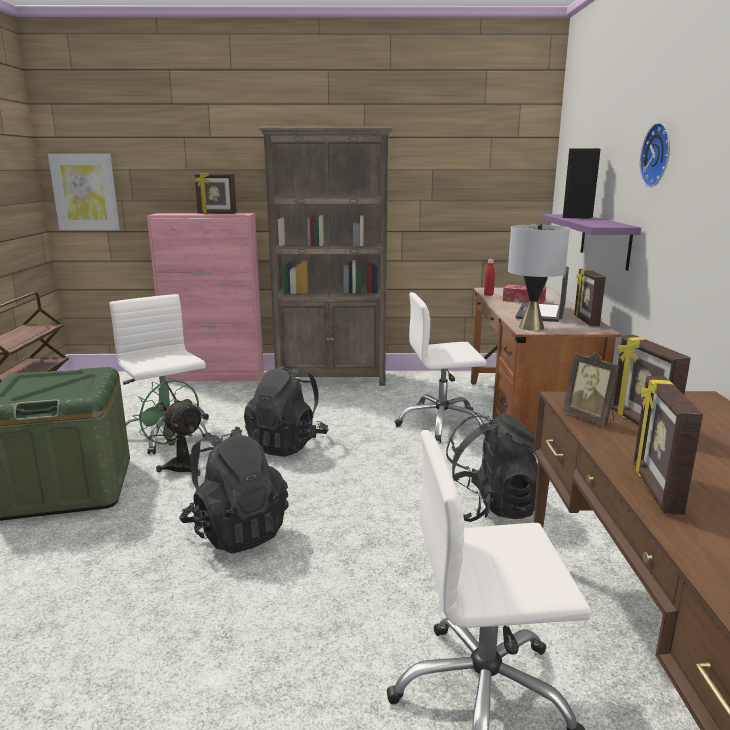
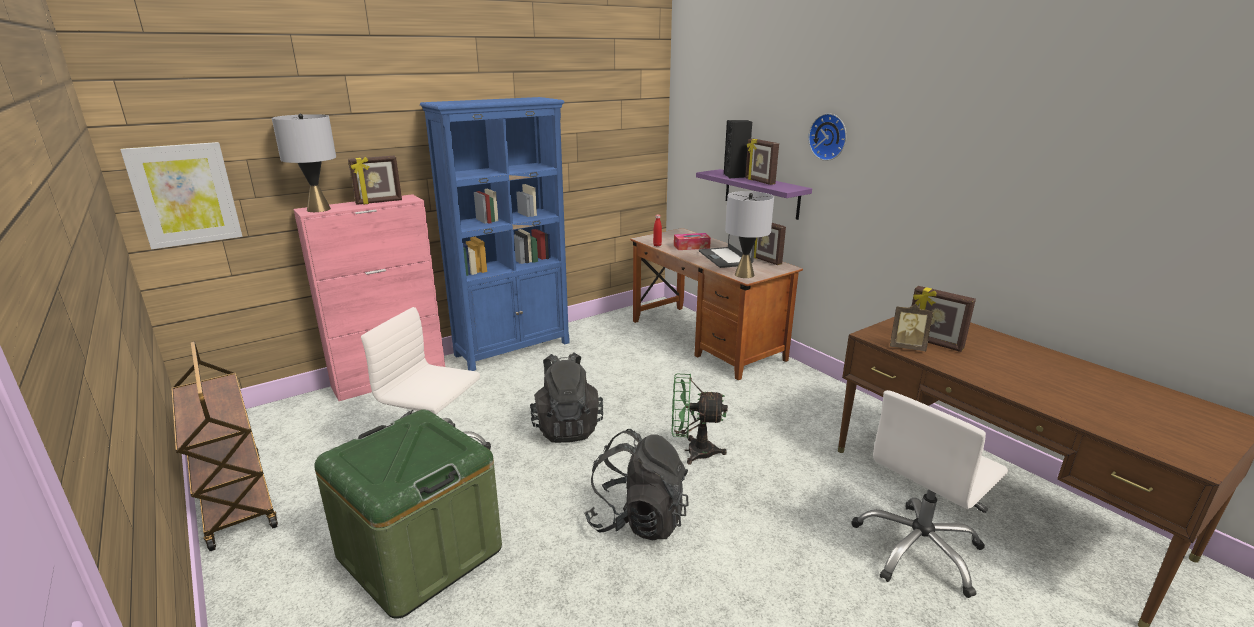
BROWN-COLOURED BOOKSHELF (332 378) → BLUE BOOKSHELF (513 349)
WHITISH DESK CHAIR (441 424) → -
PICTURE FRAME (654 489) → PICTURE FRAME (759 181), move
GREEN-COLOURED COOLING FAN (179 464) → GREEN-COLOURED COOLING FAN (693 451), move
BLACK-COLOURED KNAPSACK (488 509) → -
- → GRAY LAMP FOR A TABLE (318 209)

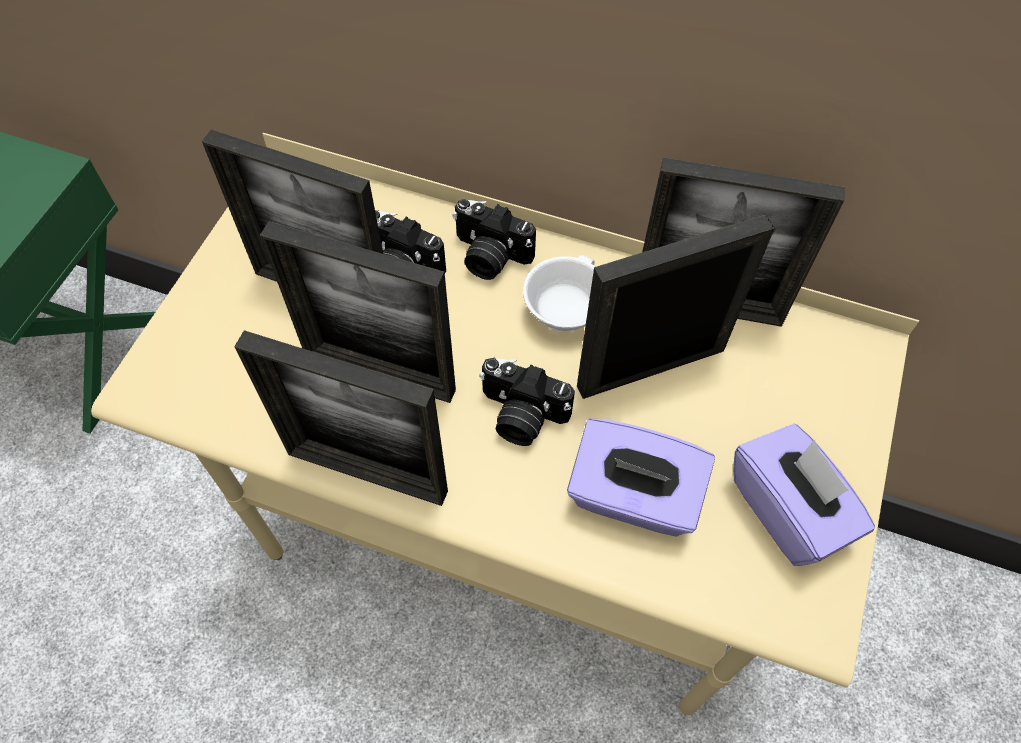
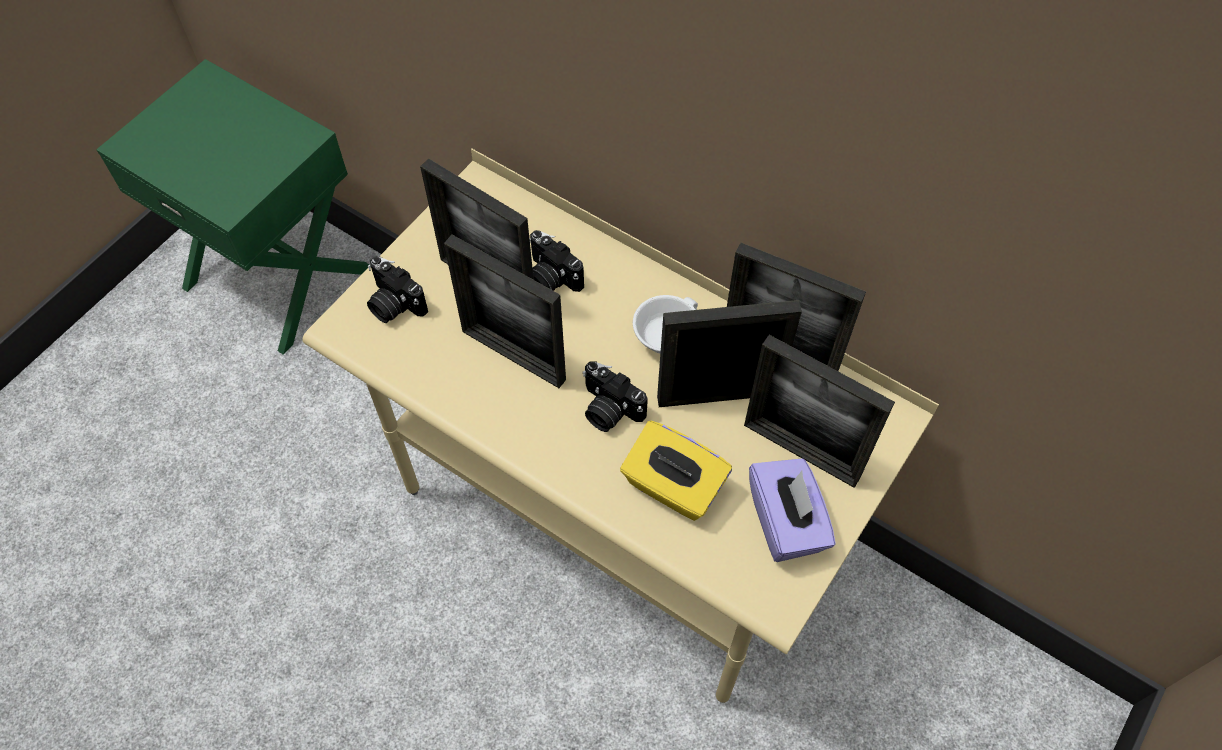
PHOTO CAMERA (489 257) → PHOTO CAMERA (393 304), move
PICTURE FRAME (367 472) → PICTURE FRAME (801 451), move
PURPLE-COLOURED TISSUE BOX (632 497) → YELLOWISH TISSUE BOX (673 486)

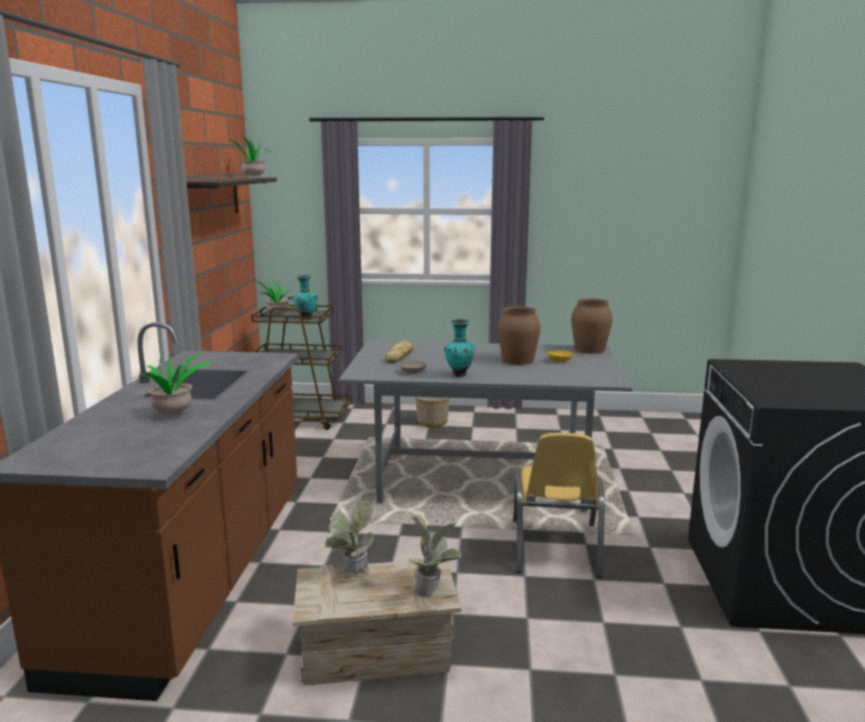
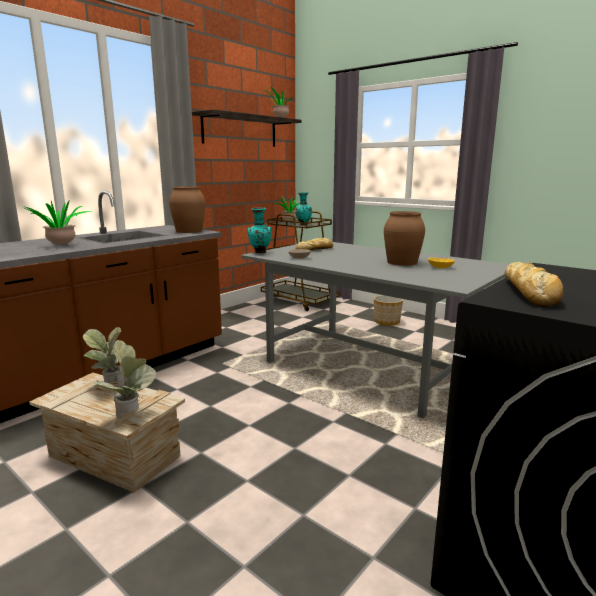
BROWN-COLOURED VASE (589 349) → BROWN-COLOURED VASE (189 231), move
BLUE-GREEN VASE (459 375) → BLUE-GREEN VASE (259 253), move
YELLOWISH UPRIGHT CHAIR (555 548) → -
- → BREAD (530 293)

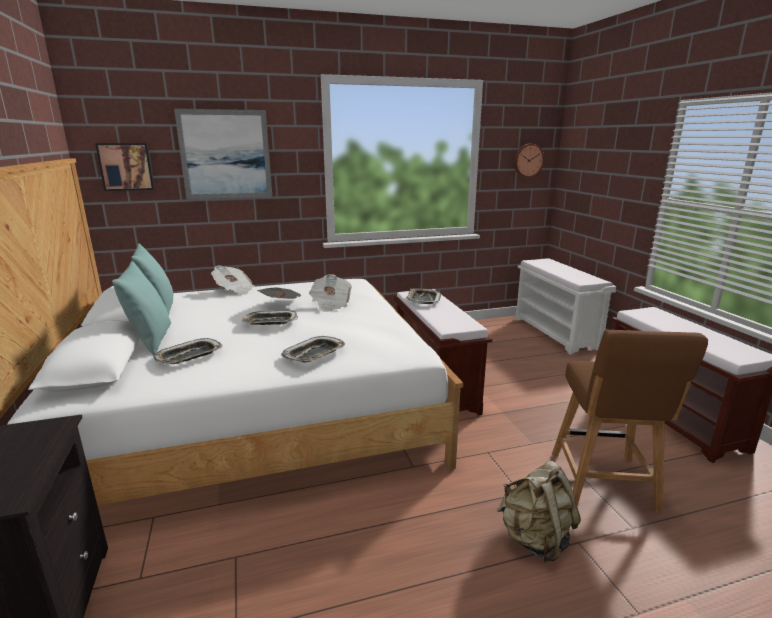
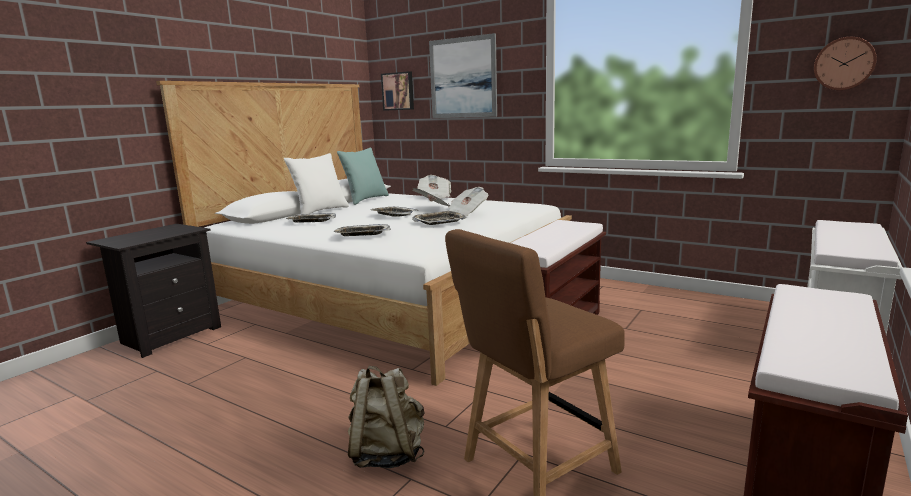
BLUE-GREEN THROW PILLOW (150 340) → WHITISH THROW PILLOW (320 211)
TRAY (423 299) → TRAY (439 221), move

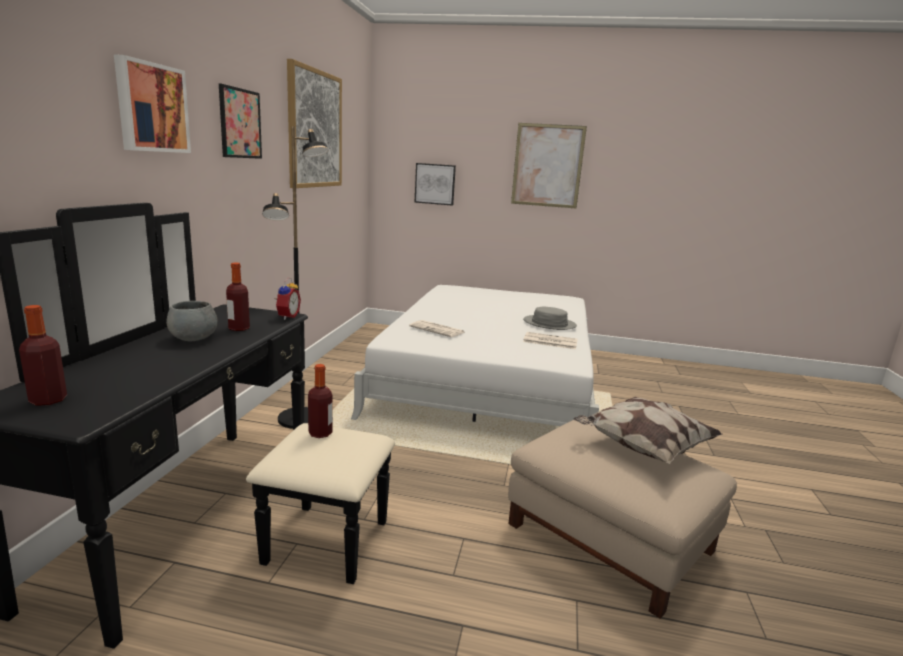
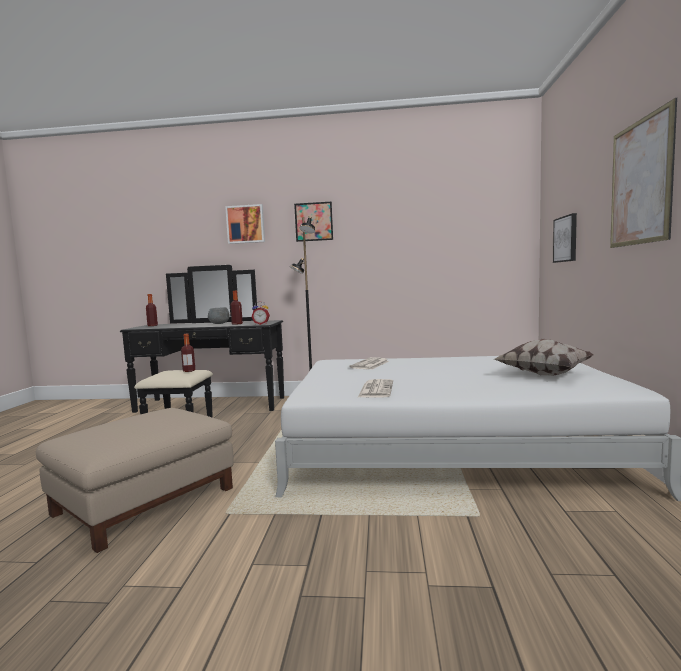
PICTURE (315 129) → -
GRAY HAT (549 324) → -
THROW PILLOW (642 448) → THROW PILLOW (543 374), move

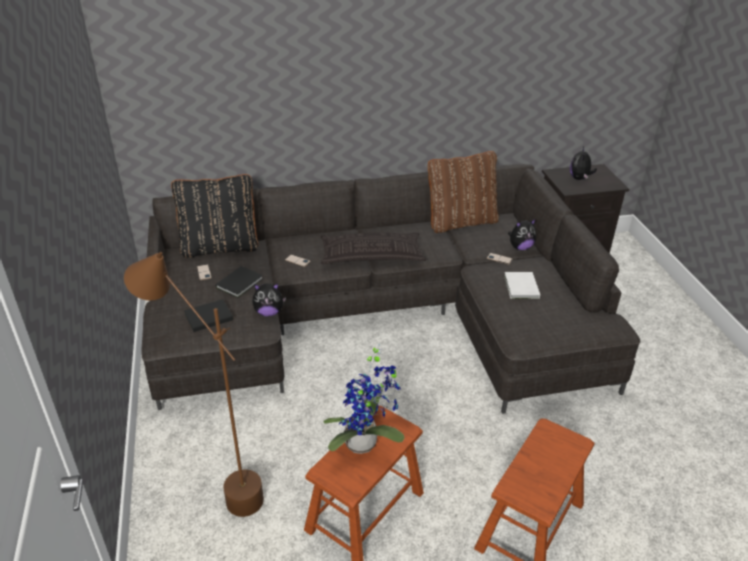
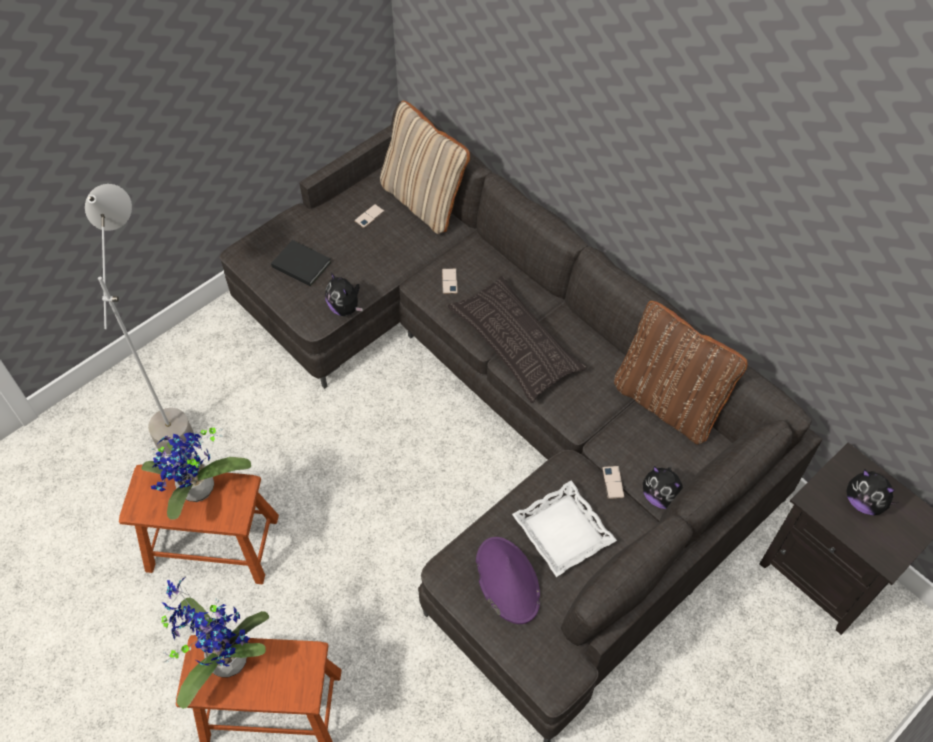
CUDDLY TOY (579 178) → CUDDLY TOY (863 502), 120 degrees counterclockwise
BLACK-COLOURED THROW PILLOW (220 247) → SAND-COLOURED THROW PILLOW (424 201)
BROWN-COLOURED STANDARD LAMP (218 489) → GRAY STANDARD LAMP (176 409)
BLACK-COLOURED BOUND BOOK (241 283) → -
WHITISH BOUND BOOK (521 287) → WHITISH TRAY (562 532)
- → PURPLE-COLOURED HAT (507 580)
- → PLANT IN A POT (223 658)

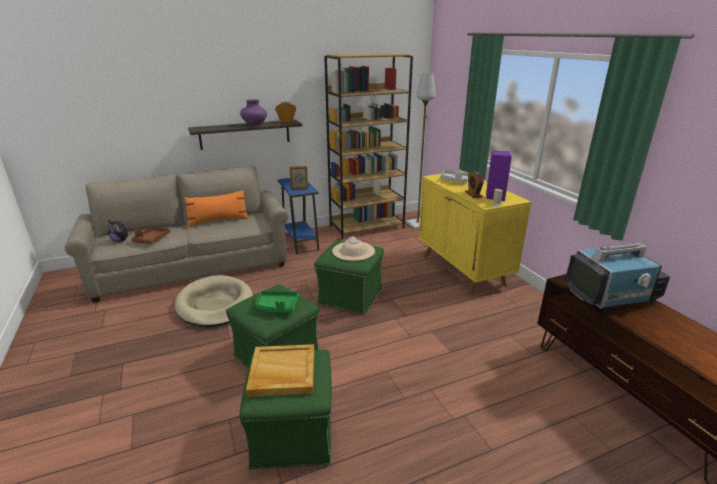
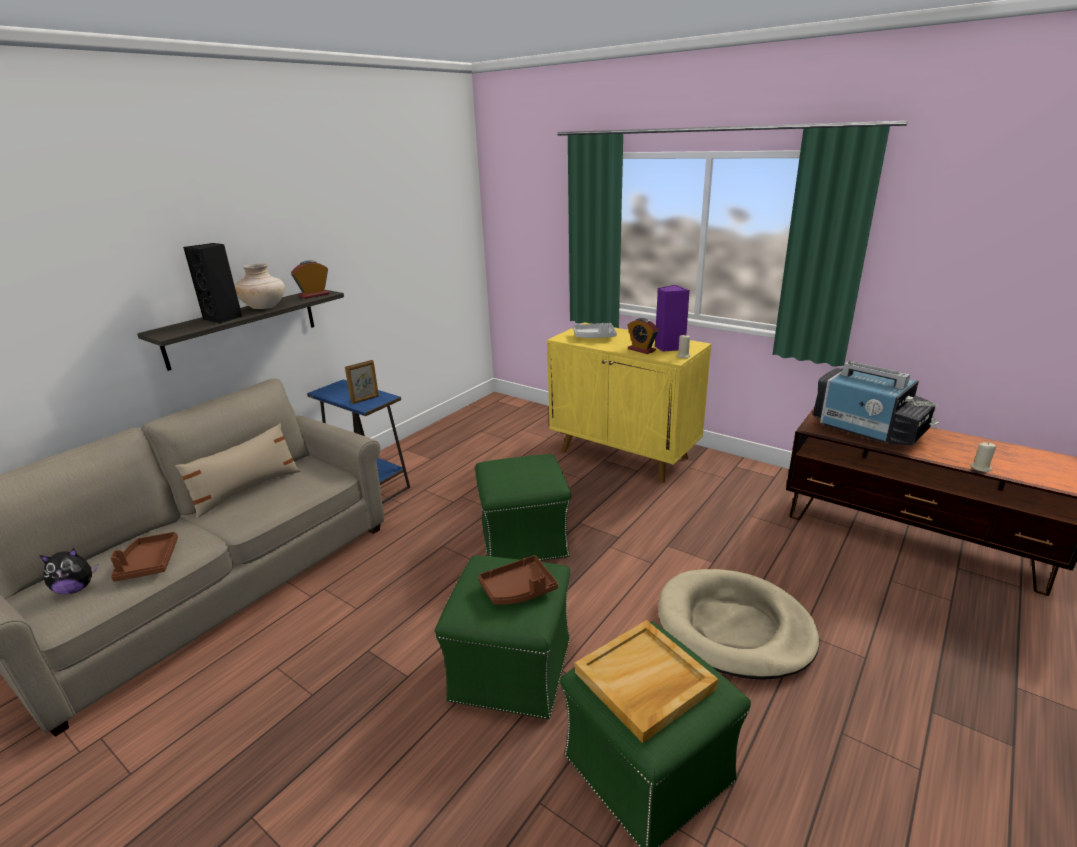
BROWN-COLOURED BOOKSHELF (367 226) → -
GRAY STANDARD LAMP (417 224) → -
PURPLE-COLOURED VASE (255 124) → SAND-COLOURED VASE (265 307)
ORANGEY THROW PILLOW (218 221) → SAND-COLOURED THROW PILLOW (247 490)
SAND-COLOURED HAT (353 251) → -
TV (611 295) → TV (868 429), 90 degrees clockwise
SAND-COLOURED PET BED (215 304) → SAND-COLOURED PET BED (734 627), move
GREEN-COLOURED TRAY (277 307) → BROWN-COLOURED TRAY (519 590)
- → BLACK-COLOURED AUDIO SPEAKER (224 318)
- → SAND-COLOURED CANDLE (981 468)

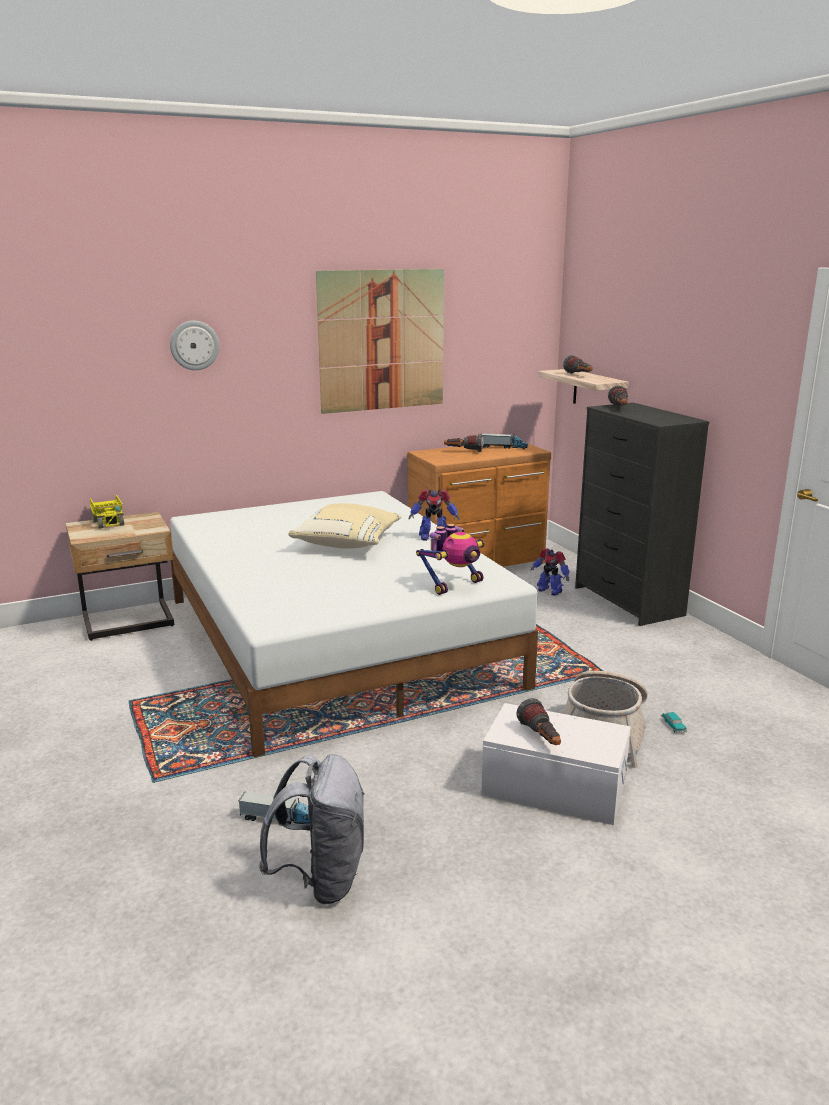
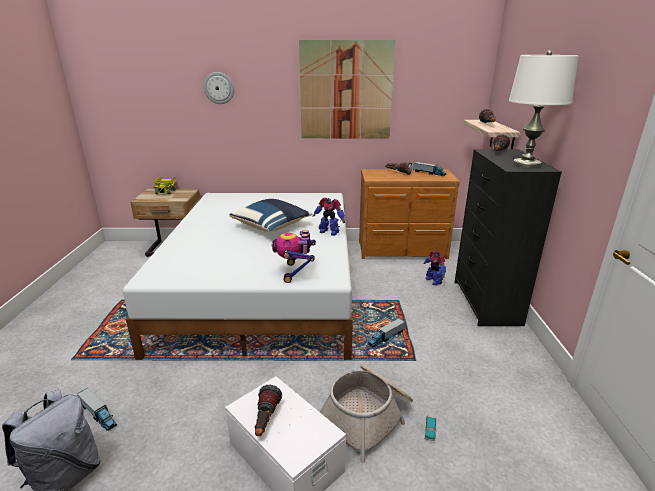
SAND-COLOURED THROW PILLOW (348 543) → BLUE THROW PILLOW (272 226)
ROBOT FIGURE (454 585) → ROBOT FIGURE (295 272), 105 degrees clockwise
- → WHITISH LAMP FOR A TABLE (526 165)
- → TOY LORRY (386 337)

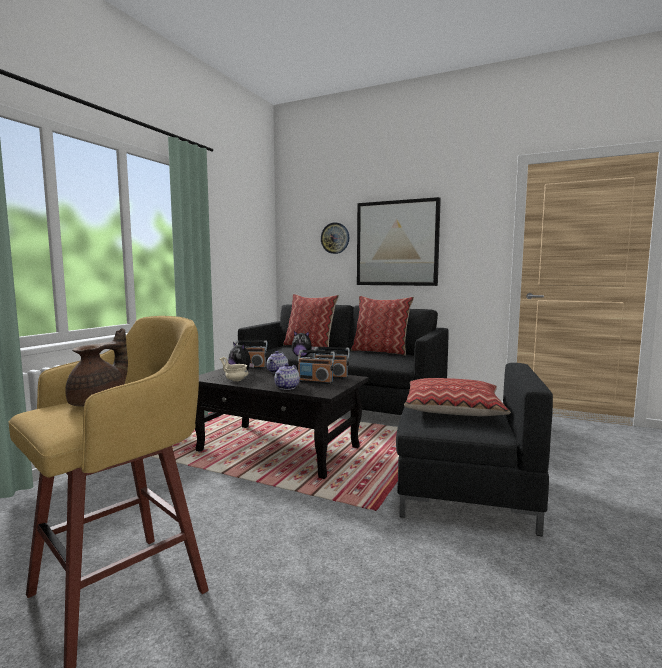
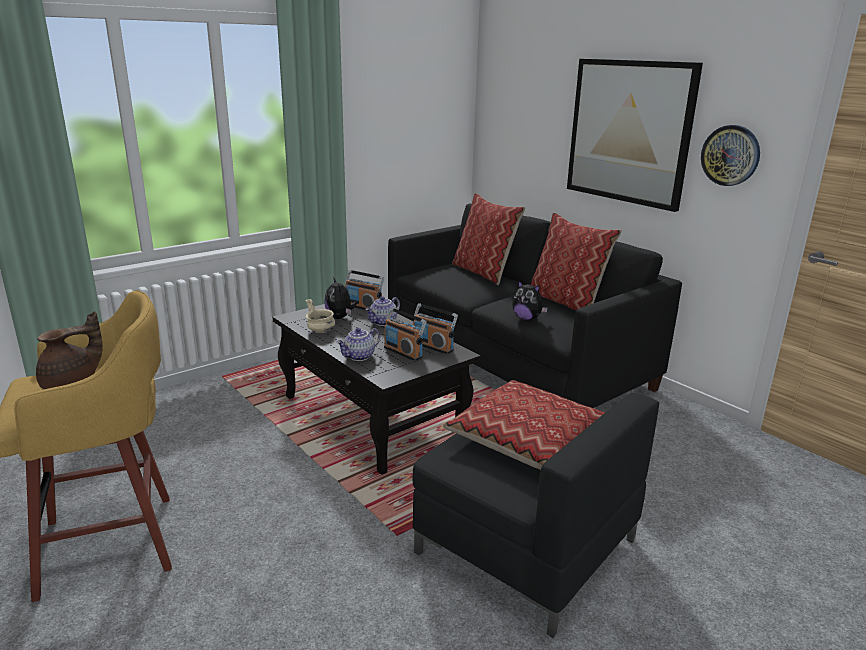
HANGING CLOCK (335 238) → HANGING CLOCK (730 155), move
CUDDLY TOY (302 356) → CUDDLY TOY (527 318), move

